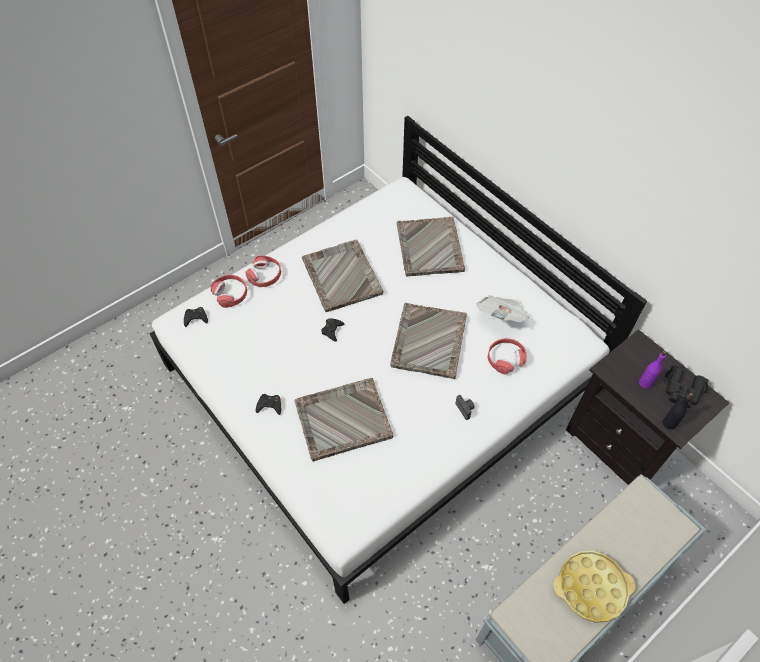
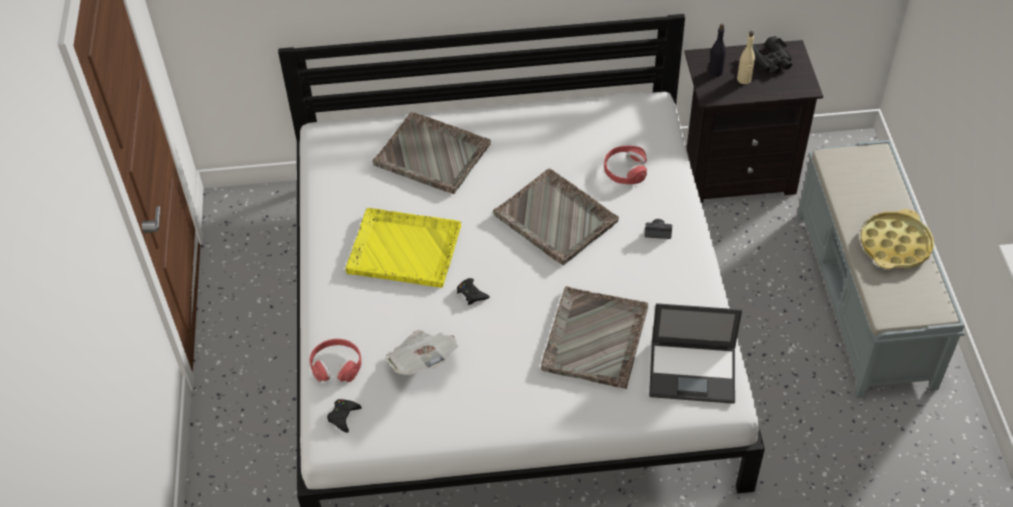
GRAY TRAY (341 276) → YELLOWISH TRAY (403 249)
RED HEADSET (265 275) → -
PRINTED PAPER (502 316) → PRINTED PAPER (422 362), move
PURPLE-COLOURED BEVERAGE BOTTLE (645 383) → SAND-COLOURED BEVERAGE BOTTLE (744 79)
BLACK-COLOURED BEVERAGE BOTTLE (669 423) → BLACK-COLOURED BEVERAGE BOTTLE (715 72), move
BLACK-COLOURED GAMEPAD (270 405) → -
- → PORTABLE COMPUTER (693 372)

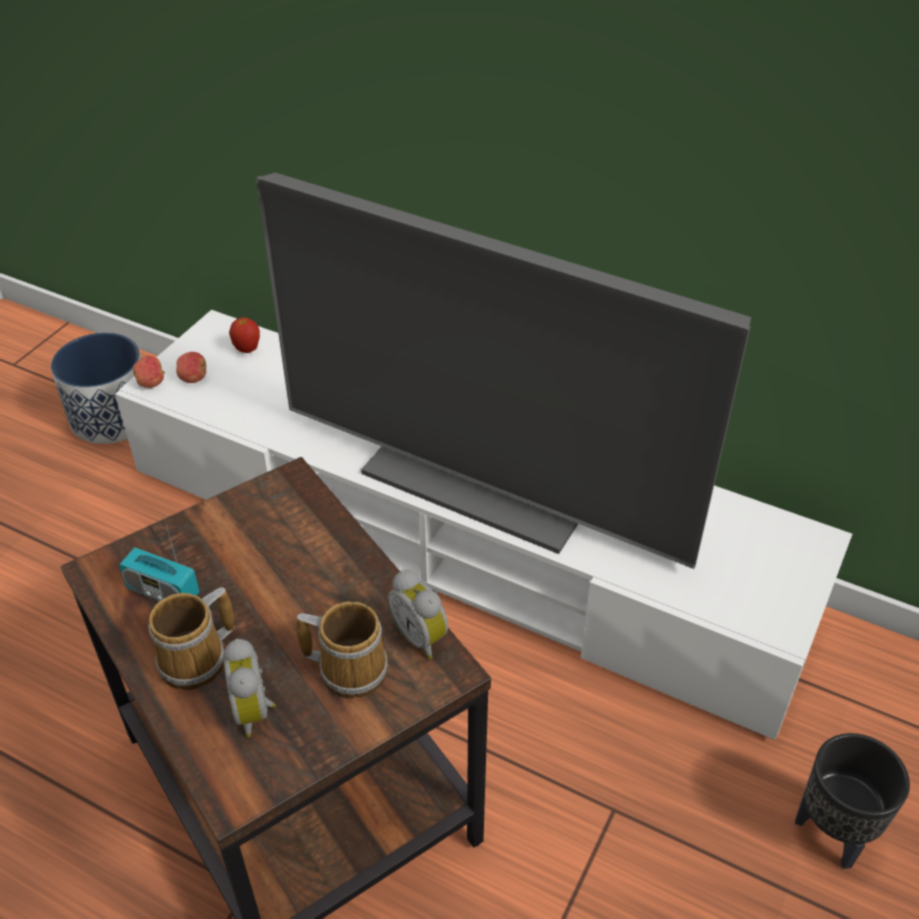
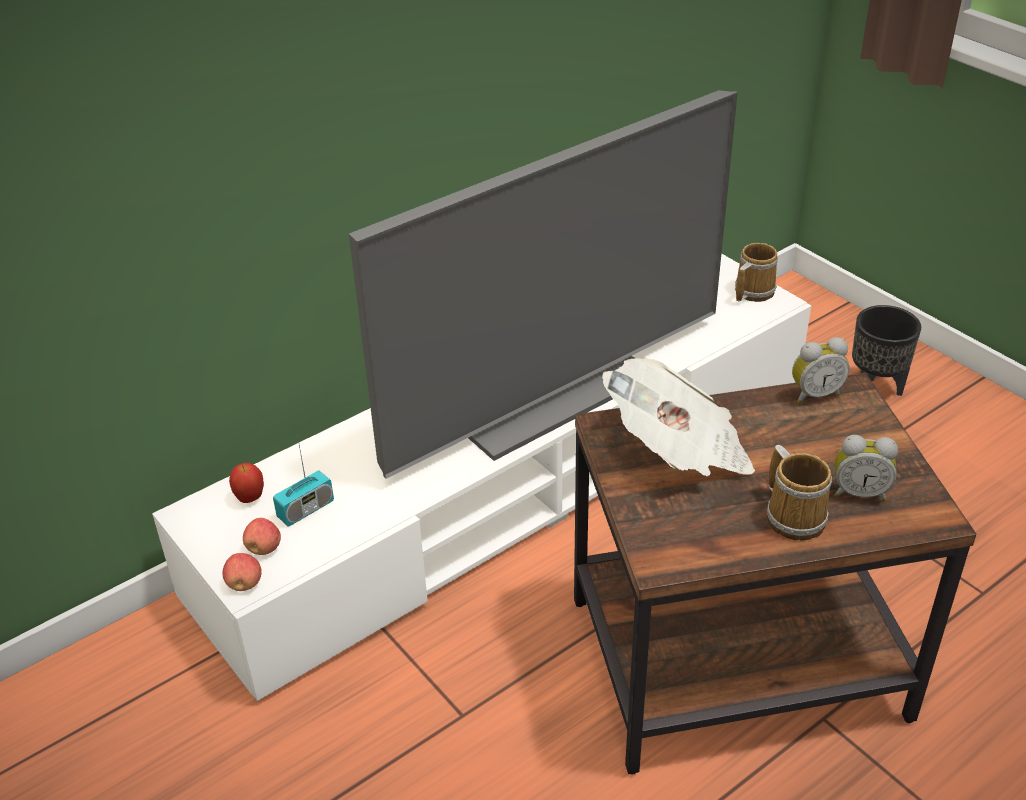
FLOWER POT (113 417) → -
RADIO (163 591) → RADIO (306 509), move
COFFEE MUG (349 667) → COFFEE MUG (751 291), move
- → PRINTED PAPER (678 451)

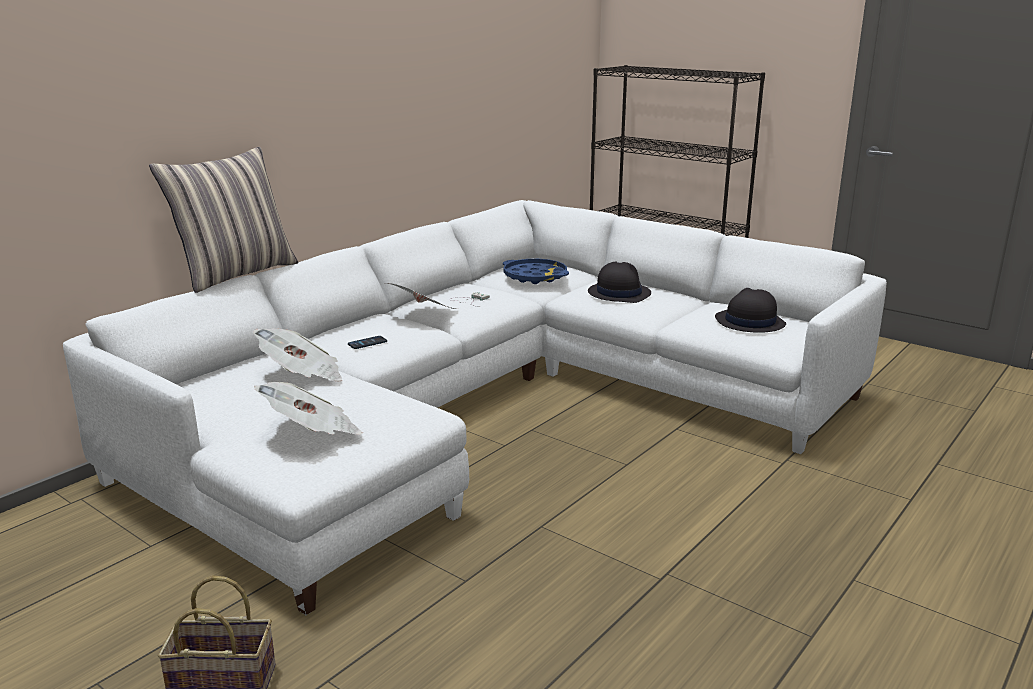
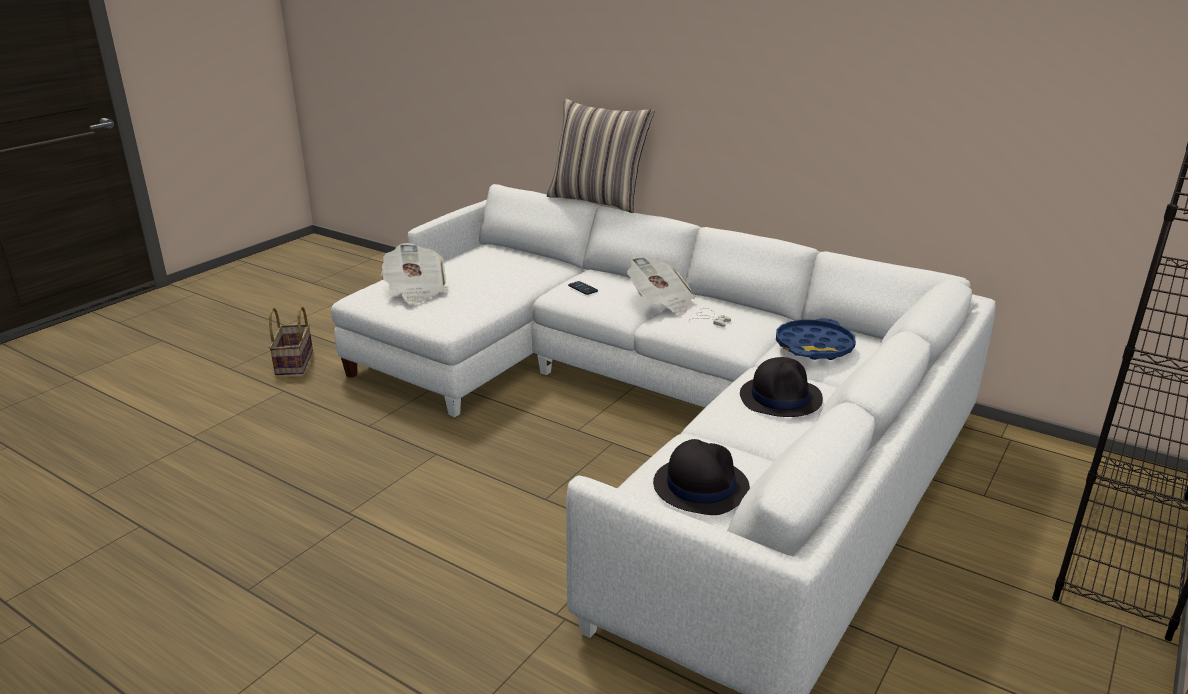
PRINTED PAPER (302 376) → -

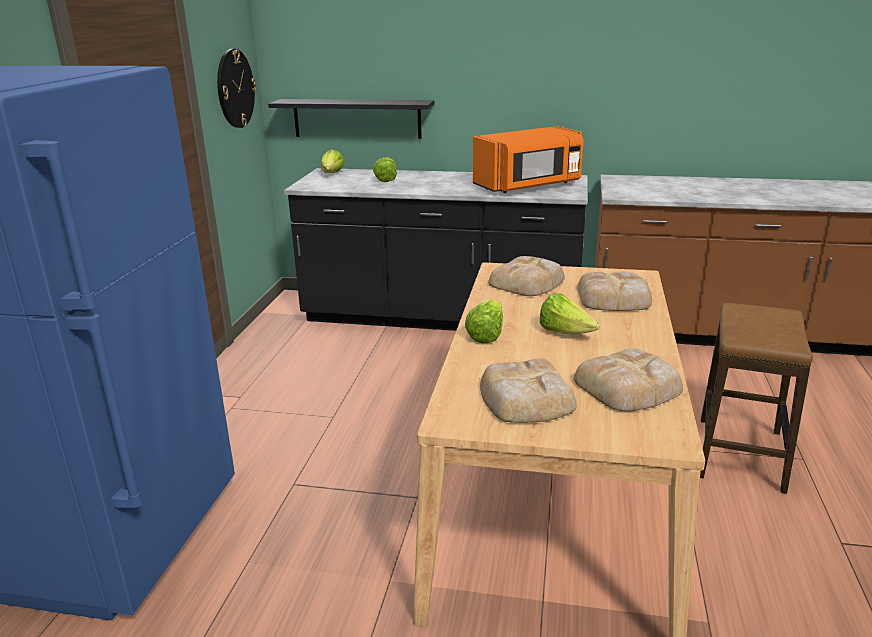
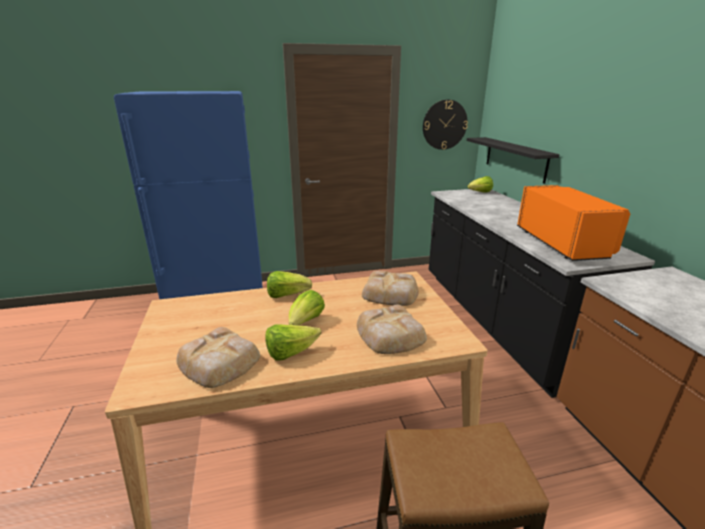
ORANGEY MICROWAVE OVEN (529 186) → ORANGEY MICROWAVE OVEN (563 244), 135 degrees counterclockwise
LETTUCE HEAD (386 179) → LETTUCE HEAD (290 353), move
BREAD (525 399) → -

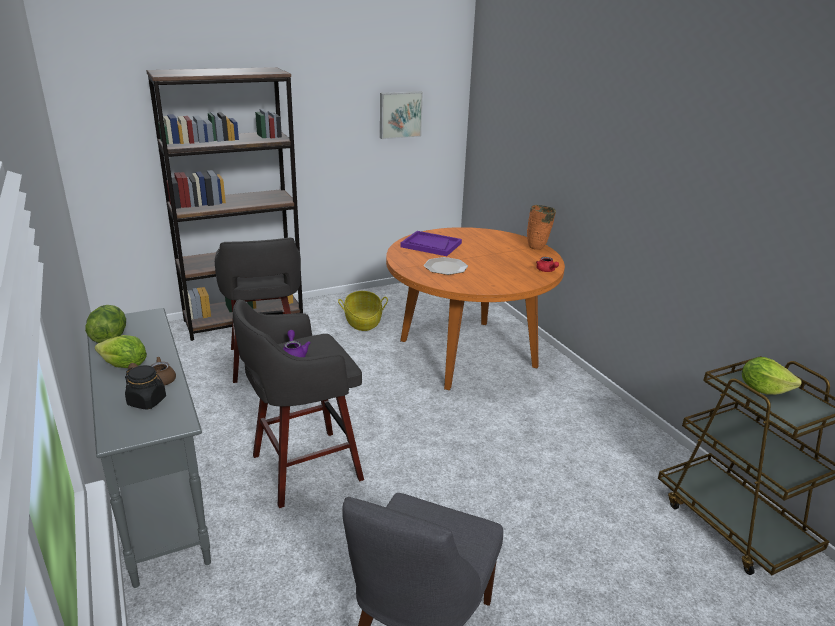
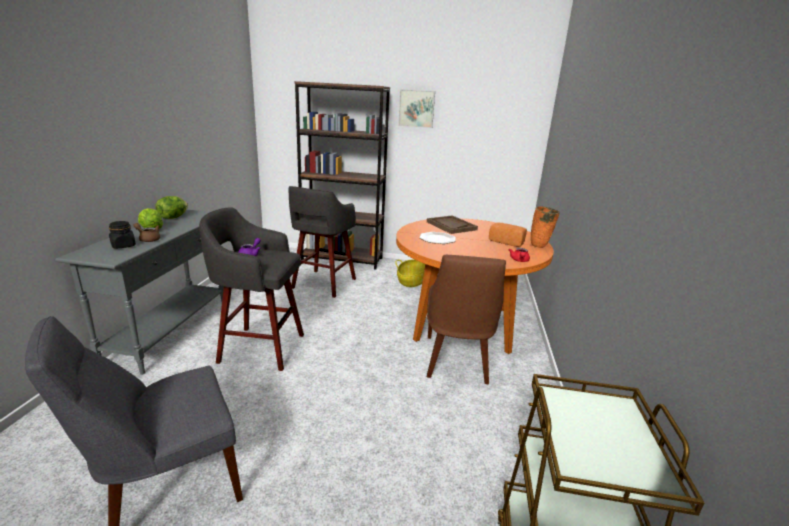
PICTURE (400 114) → PICTURE (416 108), move
PURPLE-COLOURED TRAY (431 245) → BROWN-COLOURED TRAY (451 226)
LETTUCE HEAD (763 389) → -
- → BREAD (507 242)
- → BROWN-COLOURED UPRIGHT CHAIR (456 361)

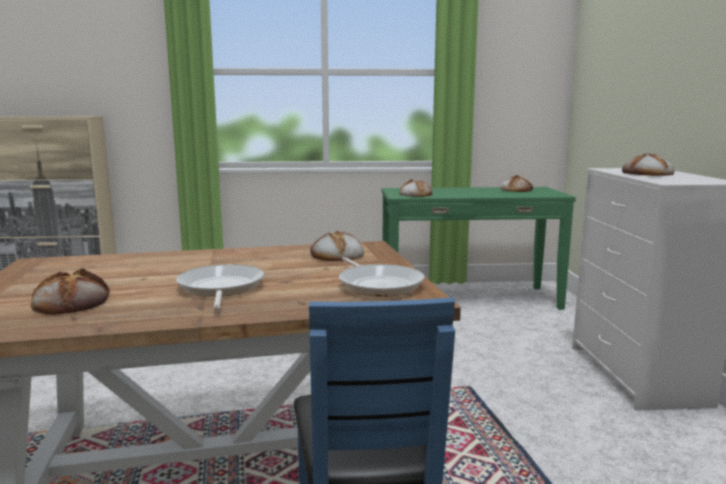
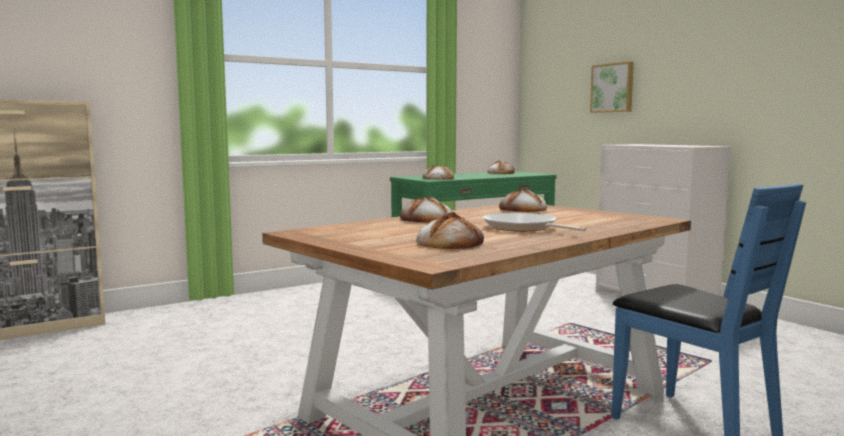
BREAD (647 174) → BREAD (426 219), move
FRYING PAN (379 284) → -
- → PICTURE (613 88)

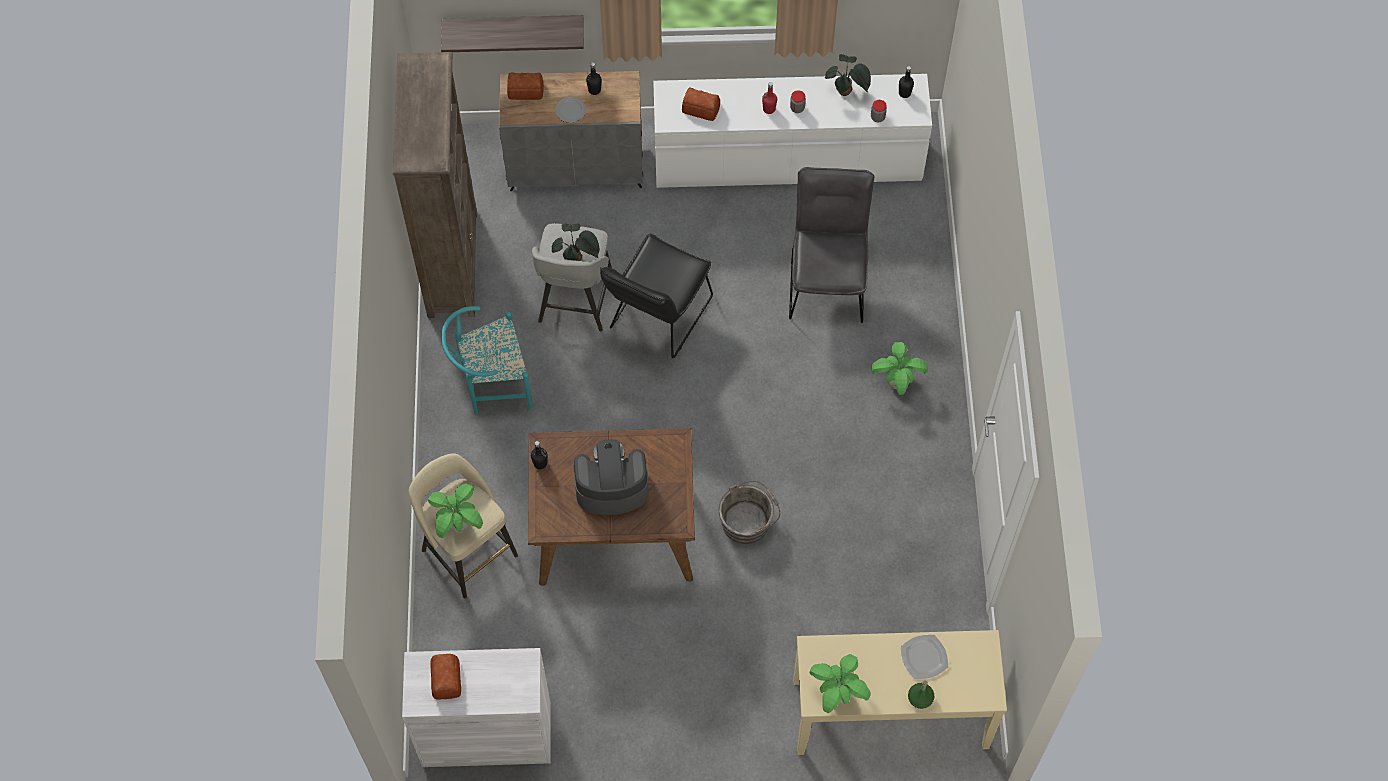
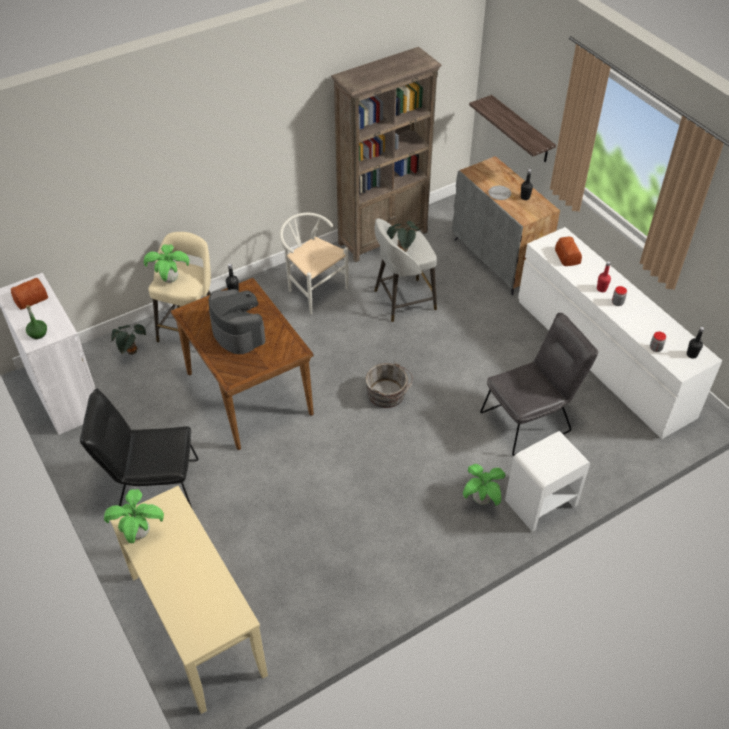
PLANT IN A POT (846 92) → PLANT IN A POT (132 352), move
BREAD (526 91) → -
BLACK-COLOURED UPRIGHT CHAIR (657 318) → BLACK-COLOURED UPRIGHT CHAIR (152 487), move
BLUE-GREEN UPRIGHT CHAIR (491 386) → WHITISH UPRIGHT CHAIR (313 289)
GRAY PAIL (748 520) → GRAY PAIL (388 395), move
PLATE (924 658) → -
GREEN-COLOURED BEVERAGE BOTTLE (920 698) → GREEN-COLOURED BEVERAGE BOTTLE (38 333), move
- → WHITISH NIGHT TABLE (540 503)

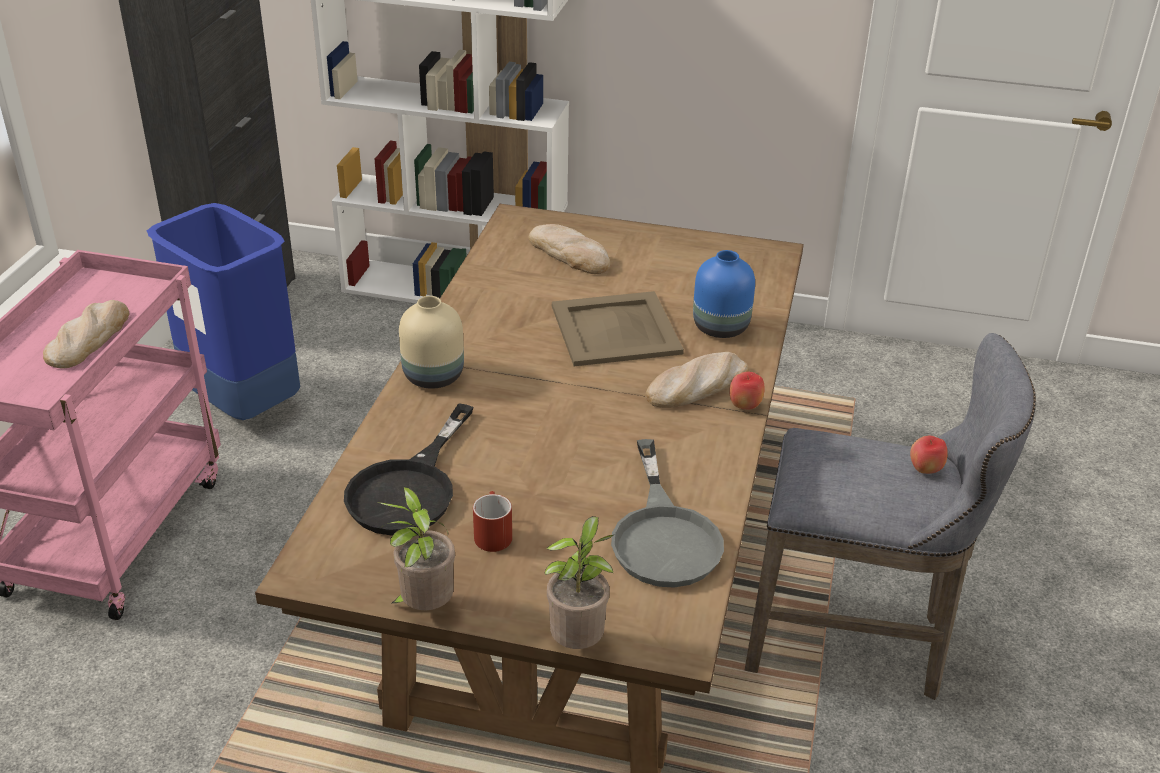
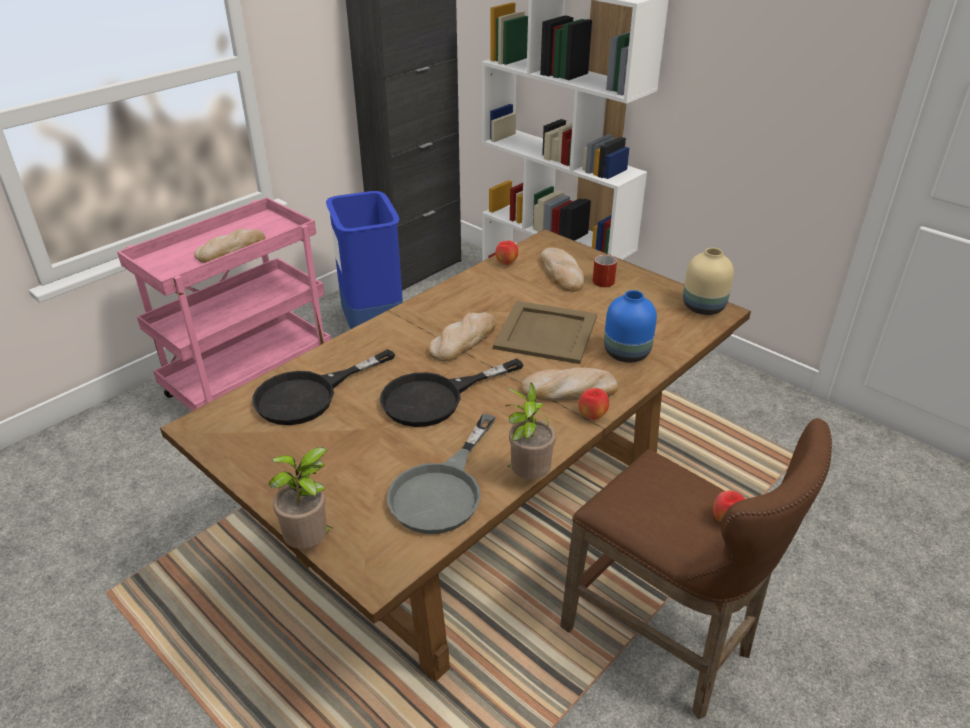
SAND-COLOURED VASE (432 375) → SAND-COLOURED VASE (702 306), move
GRAY STOOL SEAT (857 642) → BROWN-COLOURED STOOL SEAT (666 644)
PLANT IN A POT (424 607) → PLANT IN A POT (527 477), move
RED COFFEE MUG (491 533) → RED COFFEE MUG (604 279), move
- → WHOLE APPLE (506 263)
- → BREAD (463 340)
- → BLACK-COLOURED FRYING PAN (435 398)

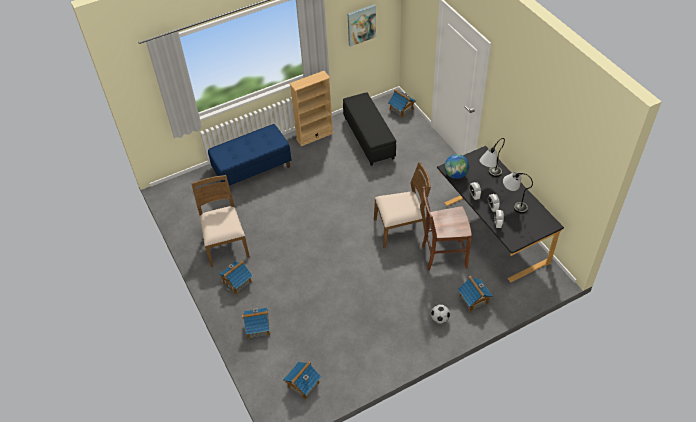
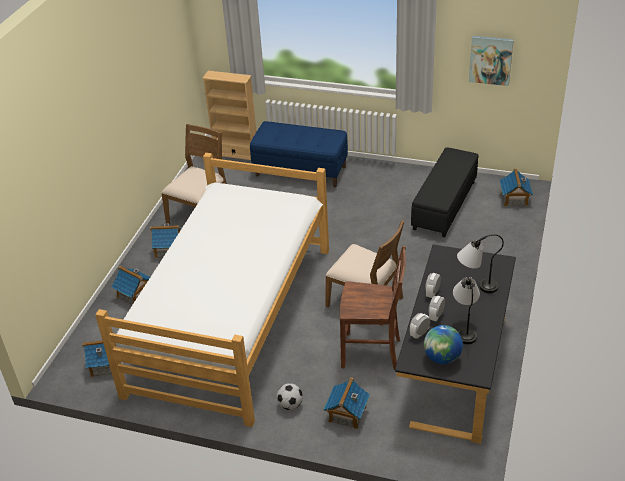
SAND-COLOURED BOOKSHELF (314 136) → SAND-COLOURED BOOKSHELF (236 153), move
GLOBE (455 175) → GLOBE (442 358), move
BROWN-COLOURED UPRIGHT CHAIR (442 256) → BROWN-COLOURED UPRIGHT CHAIR (372 353), 150 degrees clockwise
- → BED (231 318)

